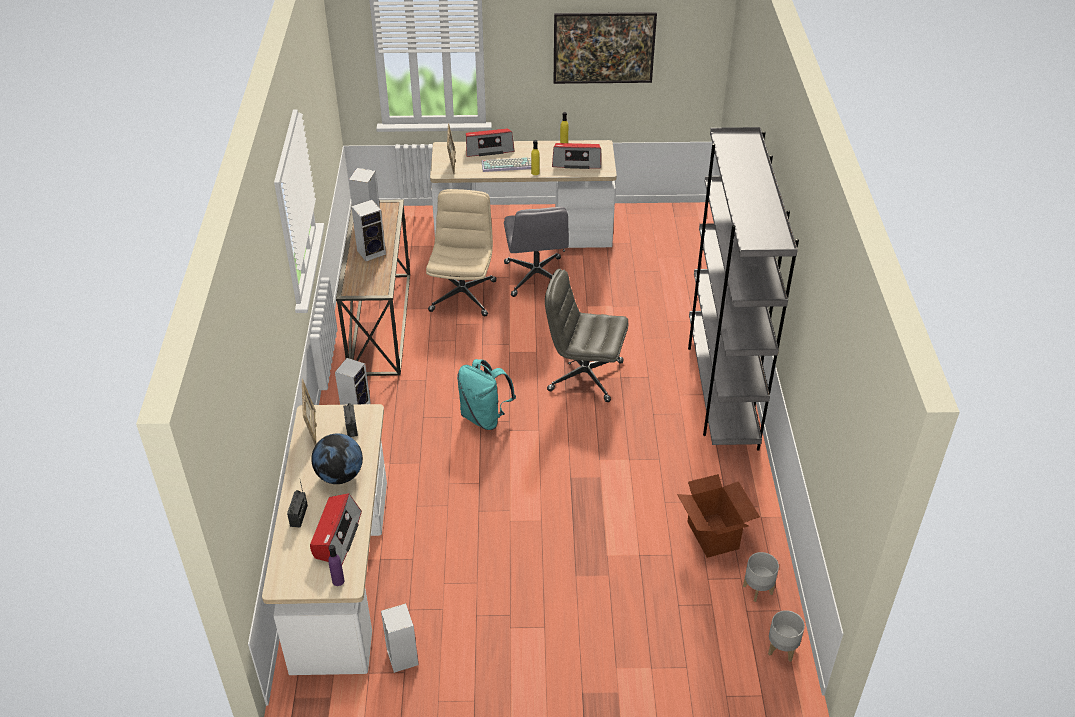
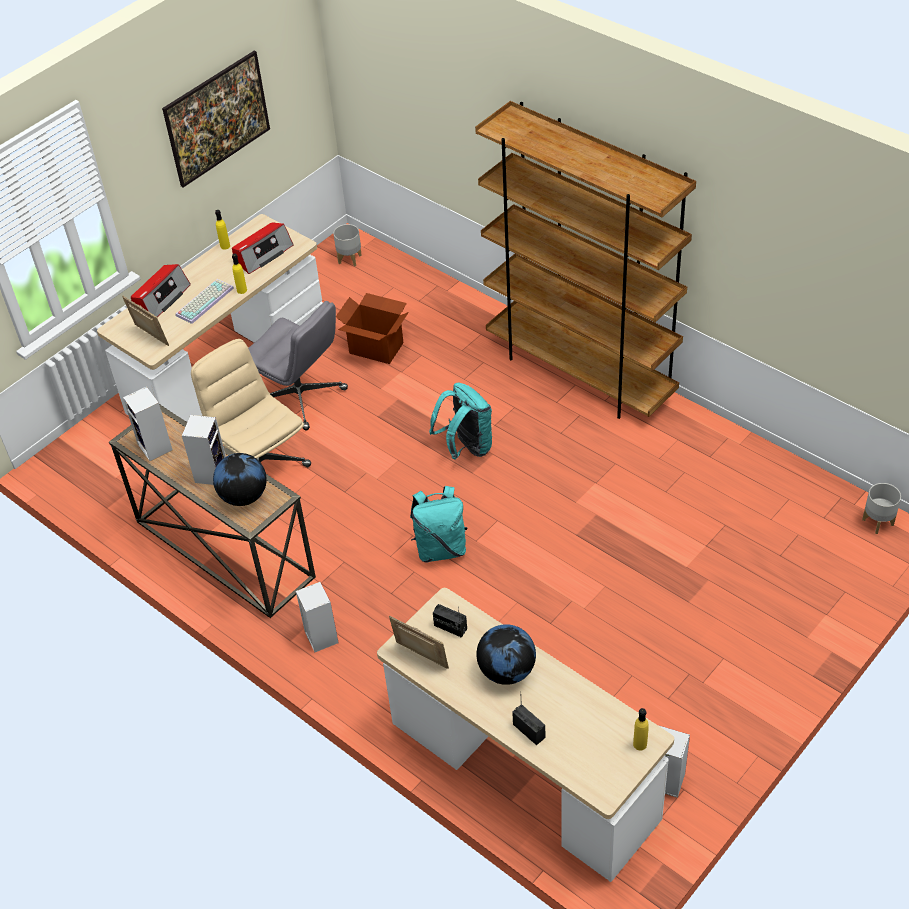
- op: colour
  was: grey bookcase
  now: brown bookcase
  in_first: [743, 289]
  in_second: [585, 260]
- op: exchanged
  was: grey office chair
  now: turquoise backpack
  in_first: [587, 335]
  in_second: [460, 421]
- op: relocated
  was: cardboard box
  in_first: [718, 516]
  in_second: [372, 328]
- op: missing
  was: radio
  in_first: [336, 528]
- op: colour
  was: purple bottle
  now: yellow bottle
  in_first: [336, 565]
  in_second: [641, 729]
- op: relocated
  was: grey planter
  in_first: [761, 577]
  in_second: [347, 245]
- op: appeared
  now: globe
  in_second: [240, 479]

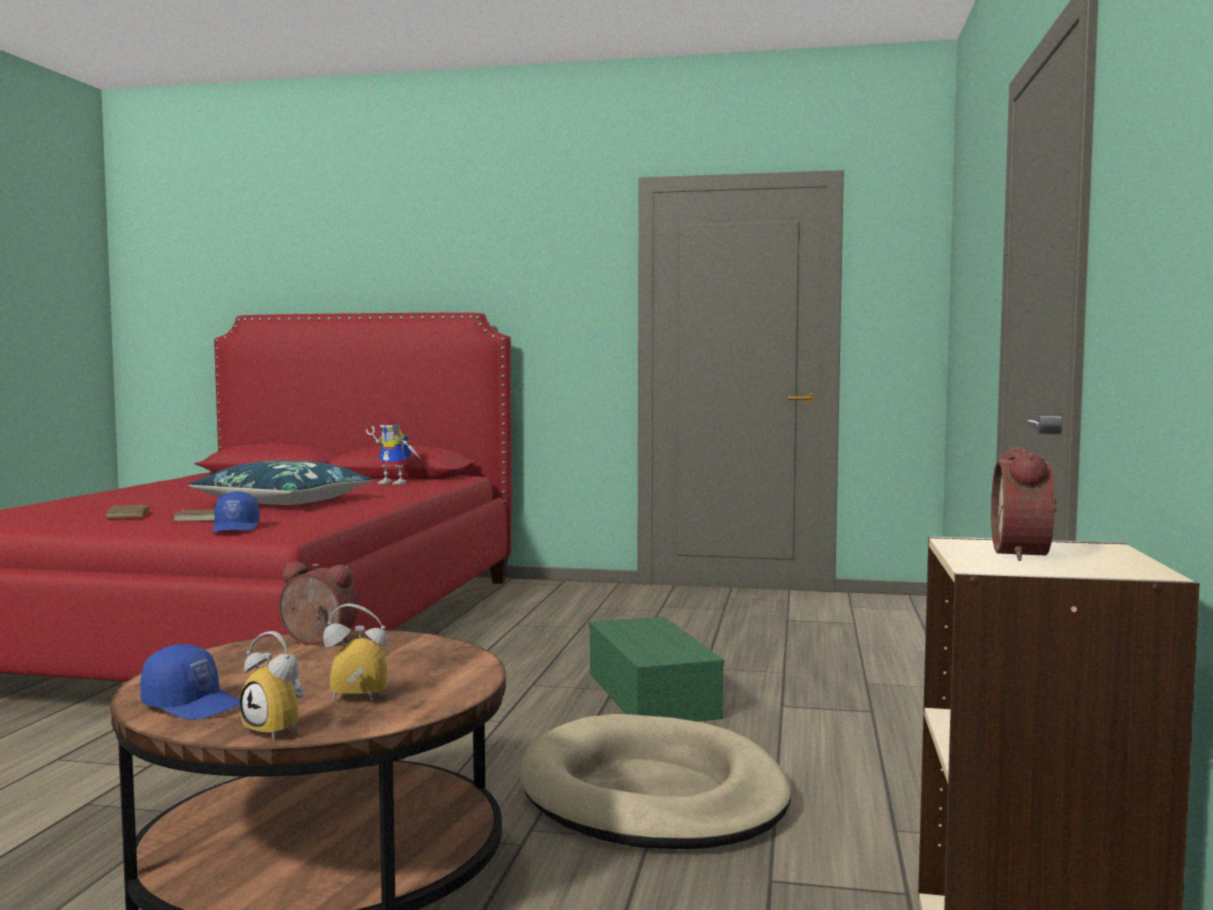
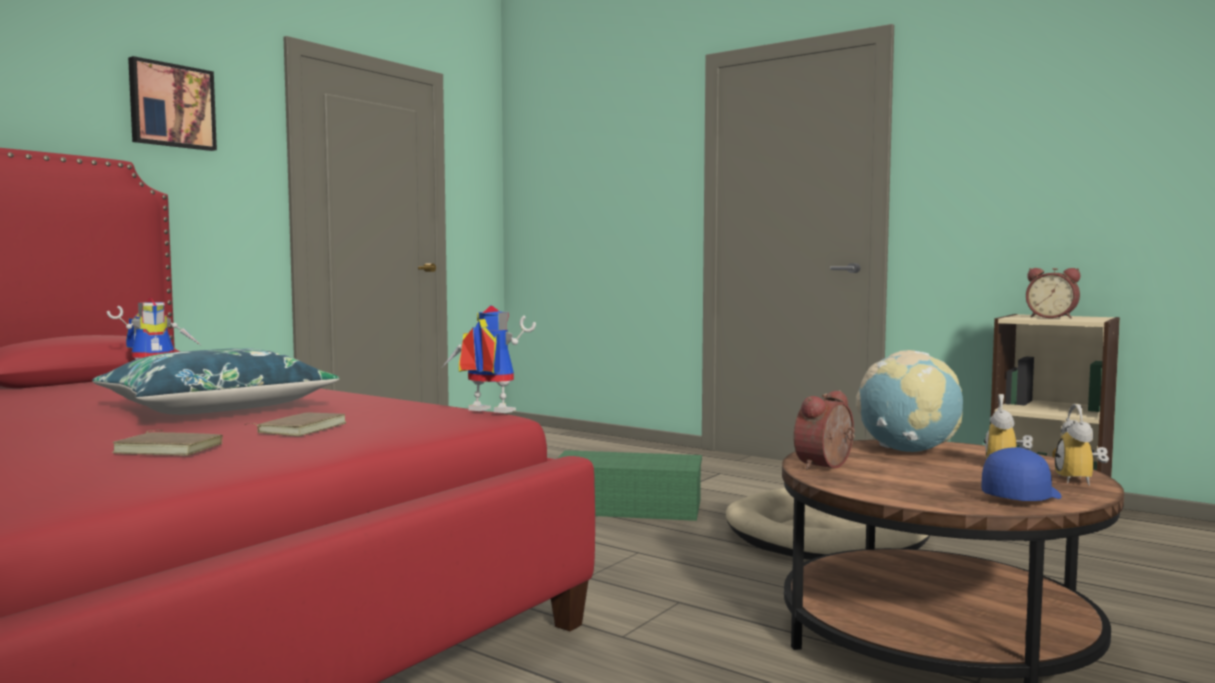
- op: missing
  was: blue cap
  in_first: [236, 511]
- op: spun
  was: alarm clock
  in_first: [272, 685]
  in_second: [1082, 445]
  clockwise: 135
- op: appeared
  now: picture
  in_second: [172, 103]
- op: appeared
  now: toy robot
  in_second: [489, 359]
- op: appeared
  now: globe
  in_second: [909, 401]

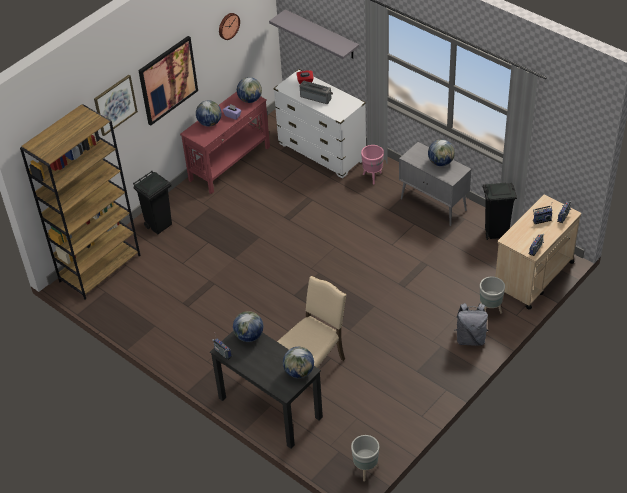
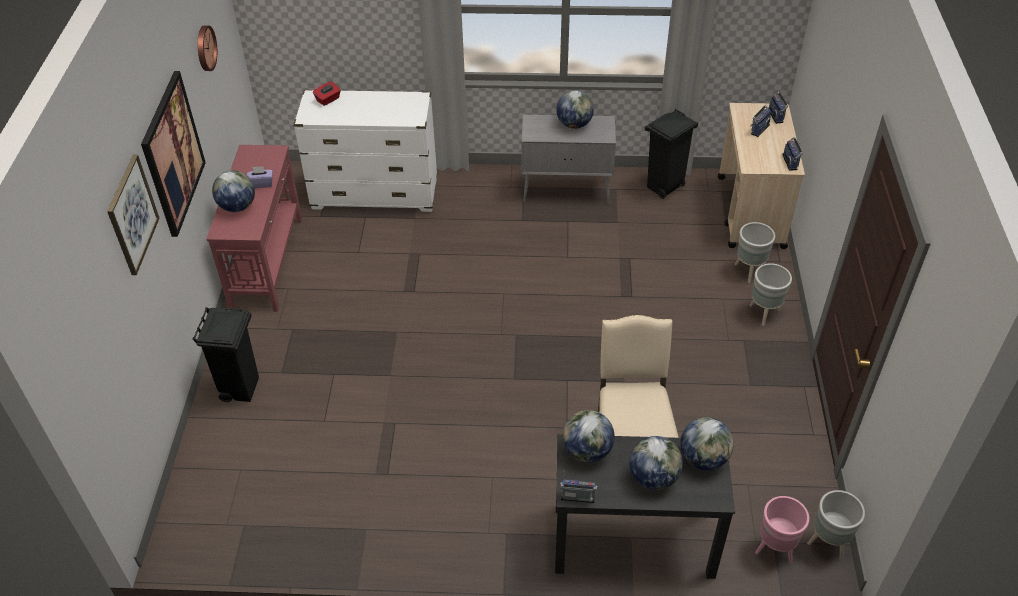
- op: missing
  was: grey shelf
  in_first: [314, 34]
- op: relocated
  was: globe
  in_first: [249, 90]
  in_second: [656, 463]
- op: missing
  was: radio
  in_first: [316, 92]
- op: missing
  was: brown bookcase
  in_first: [80, 202]
- op: relocated
  was: pink planter
  in_first: [372, 165]
  in_second: [782, 530]
- op: exchanged
  was: grey backpack
  now: grey planter
  in_first: [471, 324]
  in_second: [771, 294]

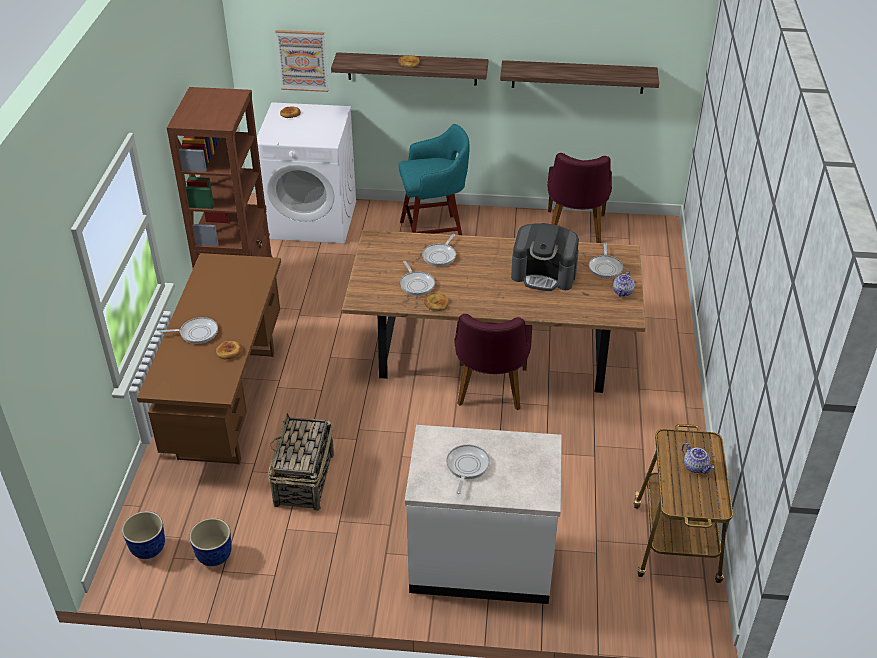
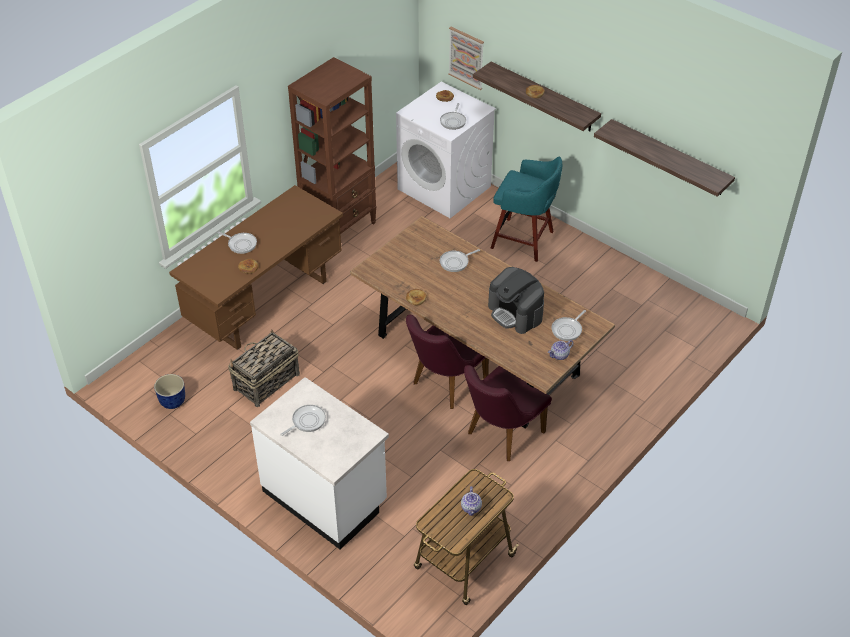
- op: relocated
  was: purple chair
  in_first: [579, 198]
  in_second: [508, 413]
- op: relocated
  was: frying pan
  in_first: [417, 278]
  in_second: [453, 116]
- op: missing
  was: planter
  in_first: [143, 535]

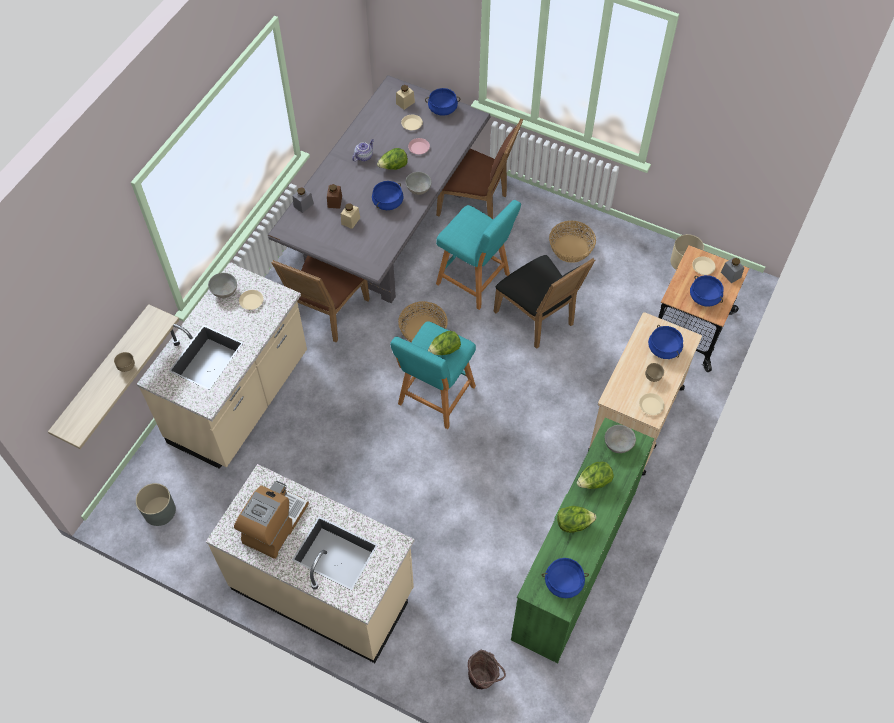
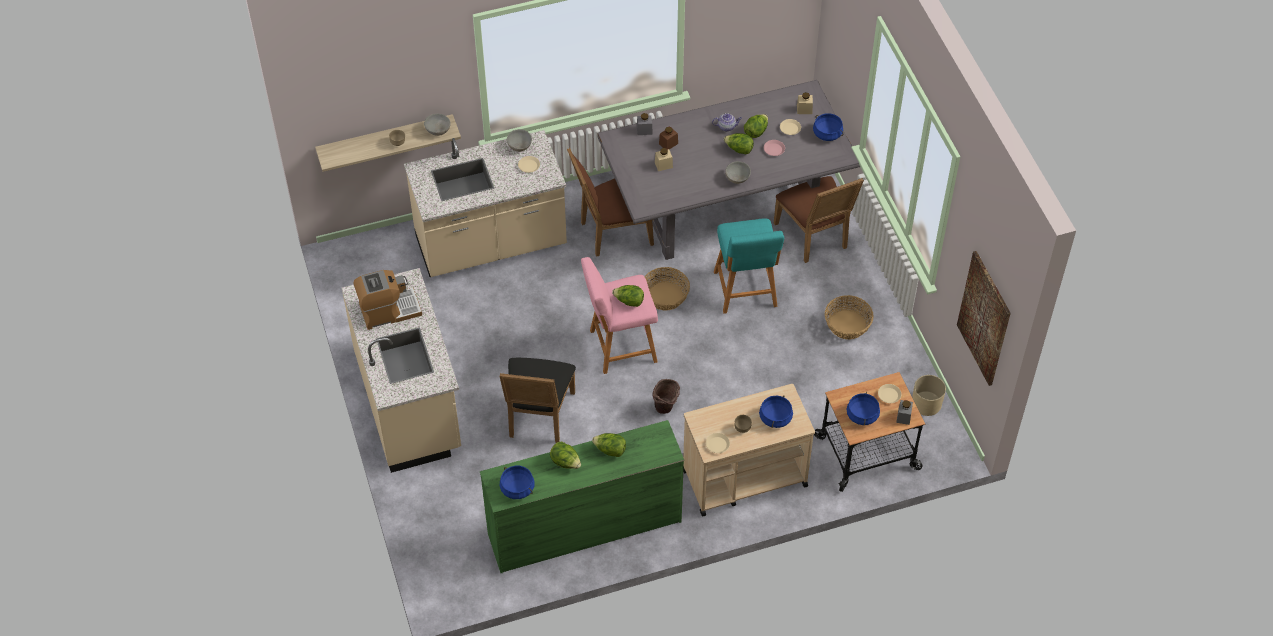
- op: missing
  was: blue cooking pot
  in_first: [388, 195]
- op: relocated
  was: black chair
  in_first: [544, 302]
  in_second: [537, 400]
- op: colour
  was: turquoise stool
  now: pink stool
  in_first: [433, 375]
  in_second: [619, 315]
- op: relocated
  was: grey bowl
  in_first: [620, 439]
  in_second: [437, 125]
- op: missing
  was: grey planter
  in_first: [156, 504]
- op: relocated
  was: brown bucket
  in_first: [487, 669]
  in_second: [666, 396]
- op: appeared
  now: lettuce
  in_second: [756, 126]
- op: appeared
  now: picture
  in_second: [984, 318]

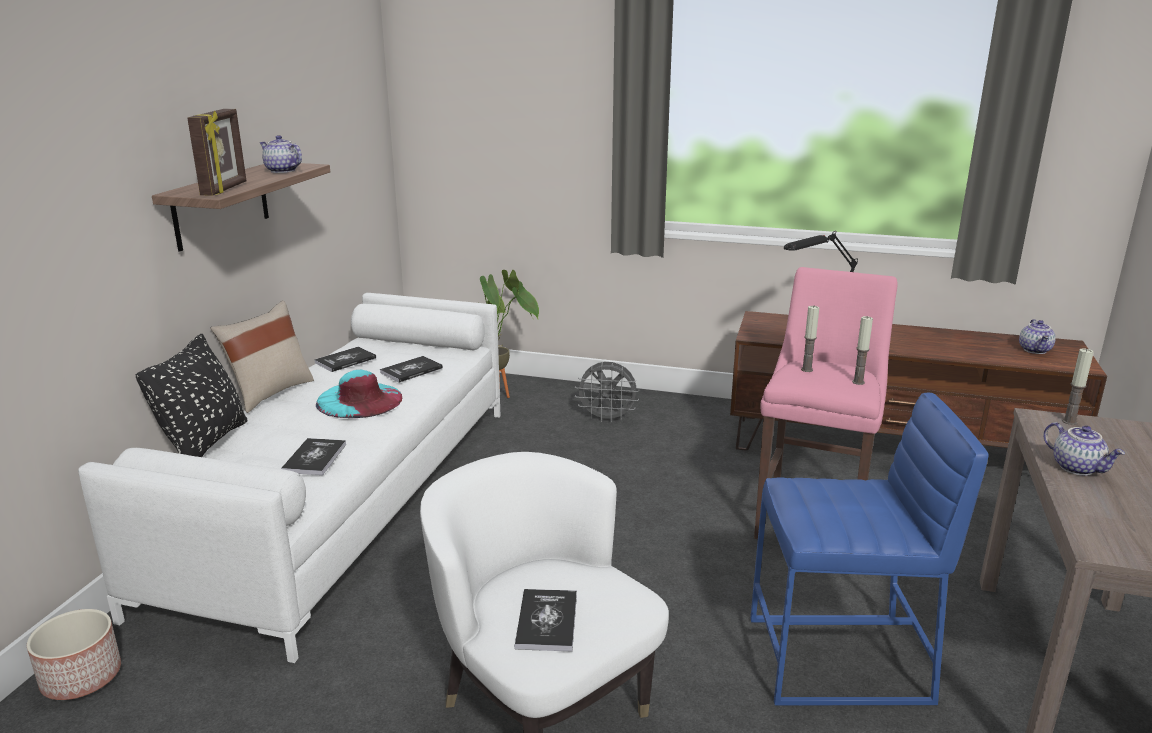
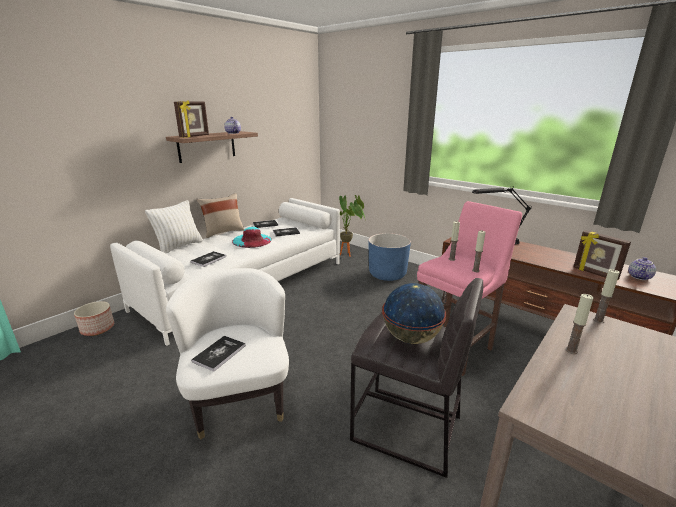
- op: colour
  was: black pillow
  now: white pillow
  in_first: [191, 395]
  in_second: [174, 227]
- op: exchanged
  was: grey fan
  now: blue planter
  in_first: [607, 392]
  in_second: [390, 257]
- op: colour
  was: blue stool
  now: grey stool
  in_first: [869, 549]
  in_second: [416, 378]
- op: exchanged
  was: teapot
  now: candle
  in_first: [1084, 449]
  in_second: [579, 324]
- op: appeared
  now: picture frame
  in_second: [602, 255]
- op: appeared
  now: globe
  in_second: [414, 313]

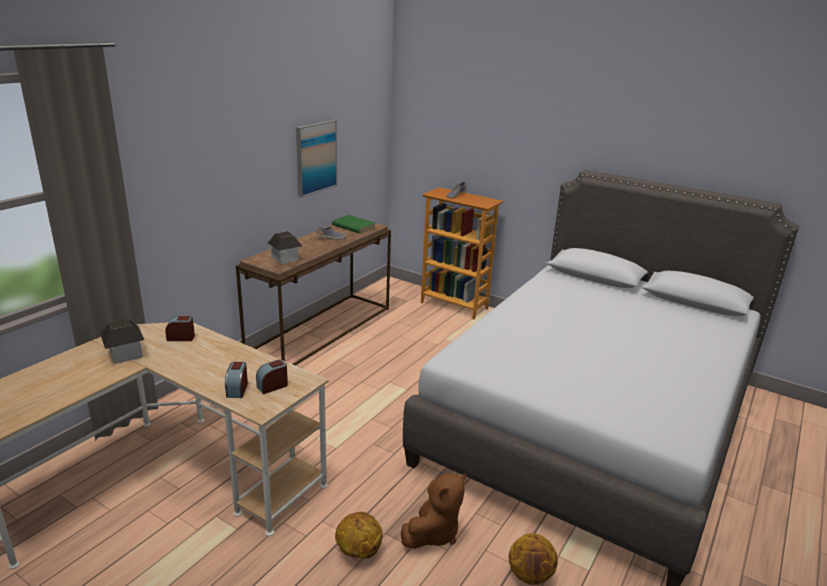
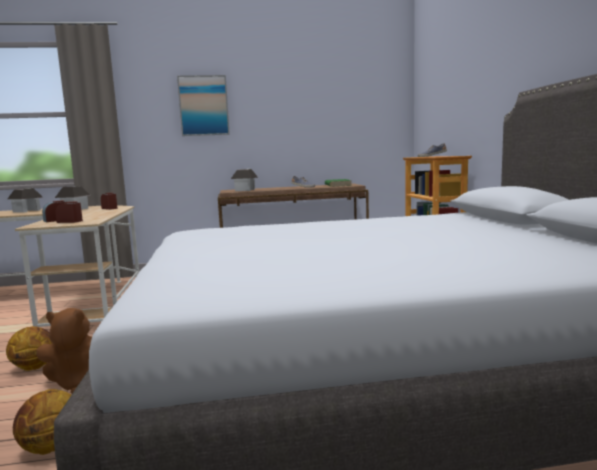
- op: relocated
  was: picture
  in_first: [316, 158]
  in_second: [203, 105]
- op: appeared
  now: toy house
  in_second: [25, 200]

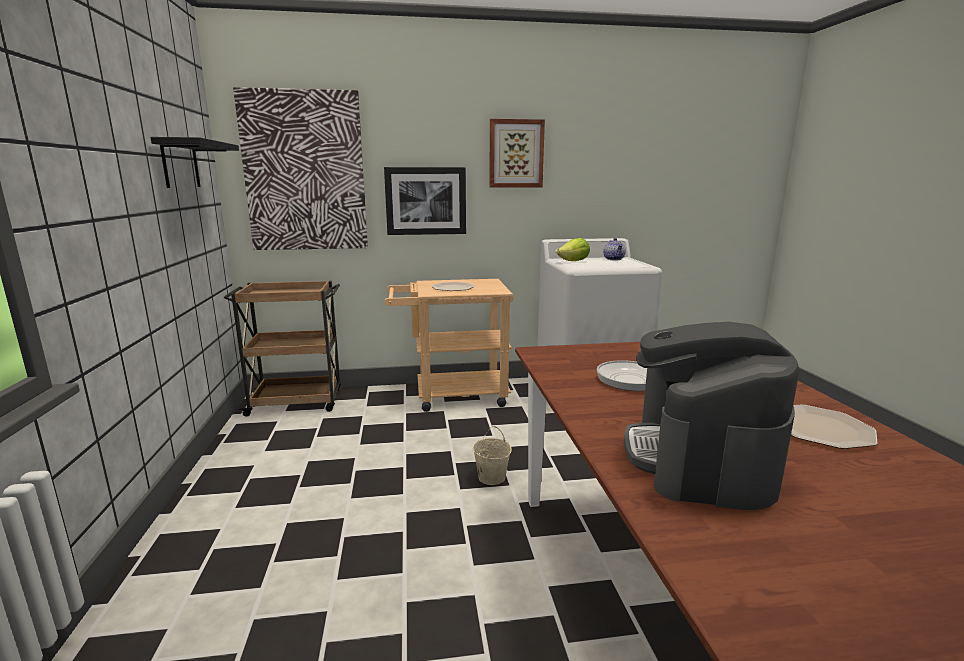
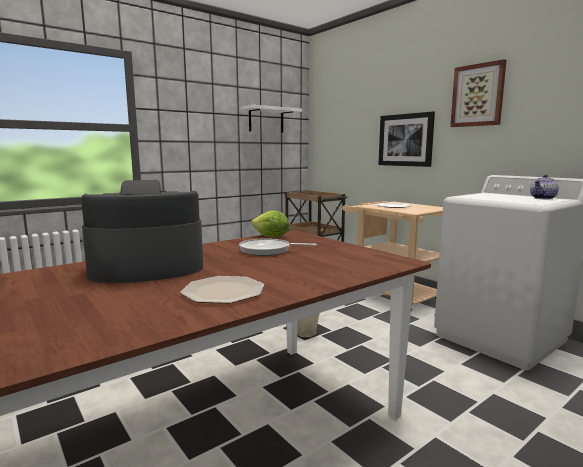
- op: missing
  was: picture
  in_first: [300, 168]
- op: colour
  was: black shelf
  now: white shelf
  in_first: [194, 162]
  in_second: [271, 119]
- op: relocated
  was: lettuce
  in_first: [573, 249]
  in_second: [270, 223]

